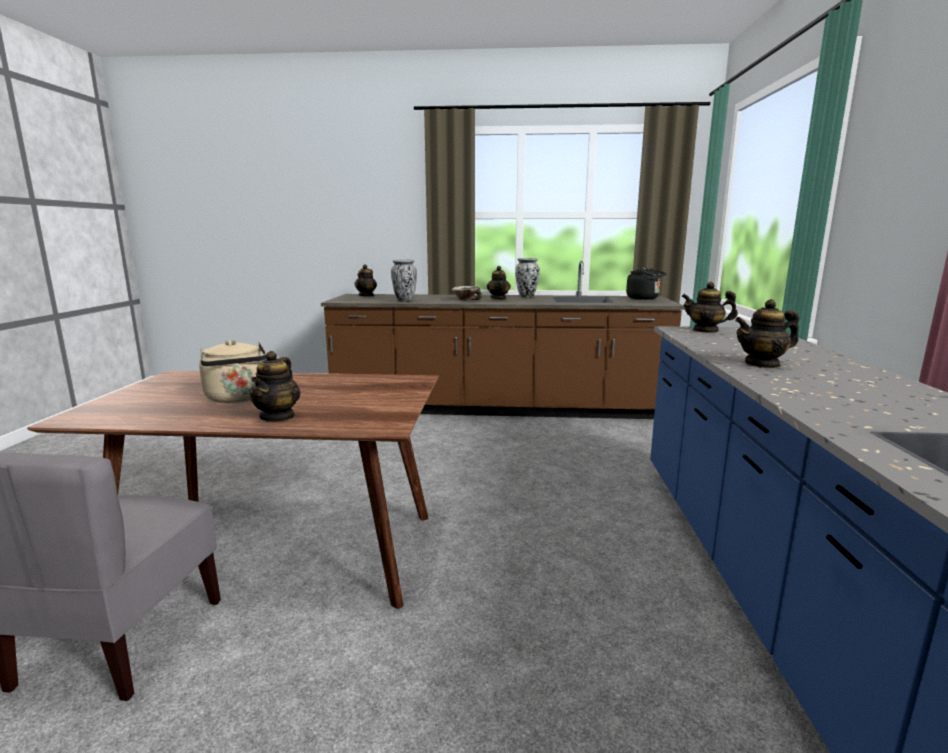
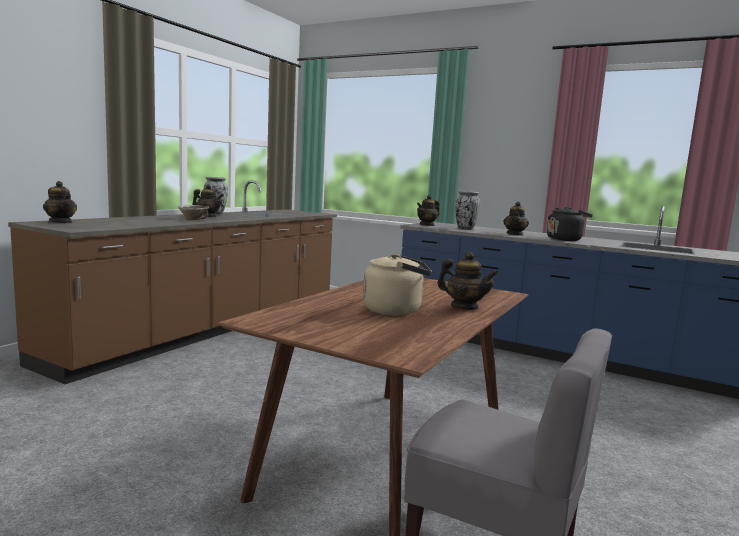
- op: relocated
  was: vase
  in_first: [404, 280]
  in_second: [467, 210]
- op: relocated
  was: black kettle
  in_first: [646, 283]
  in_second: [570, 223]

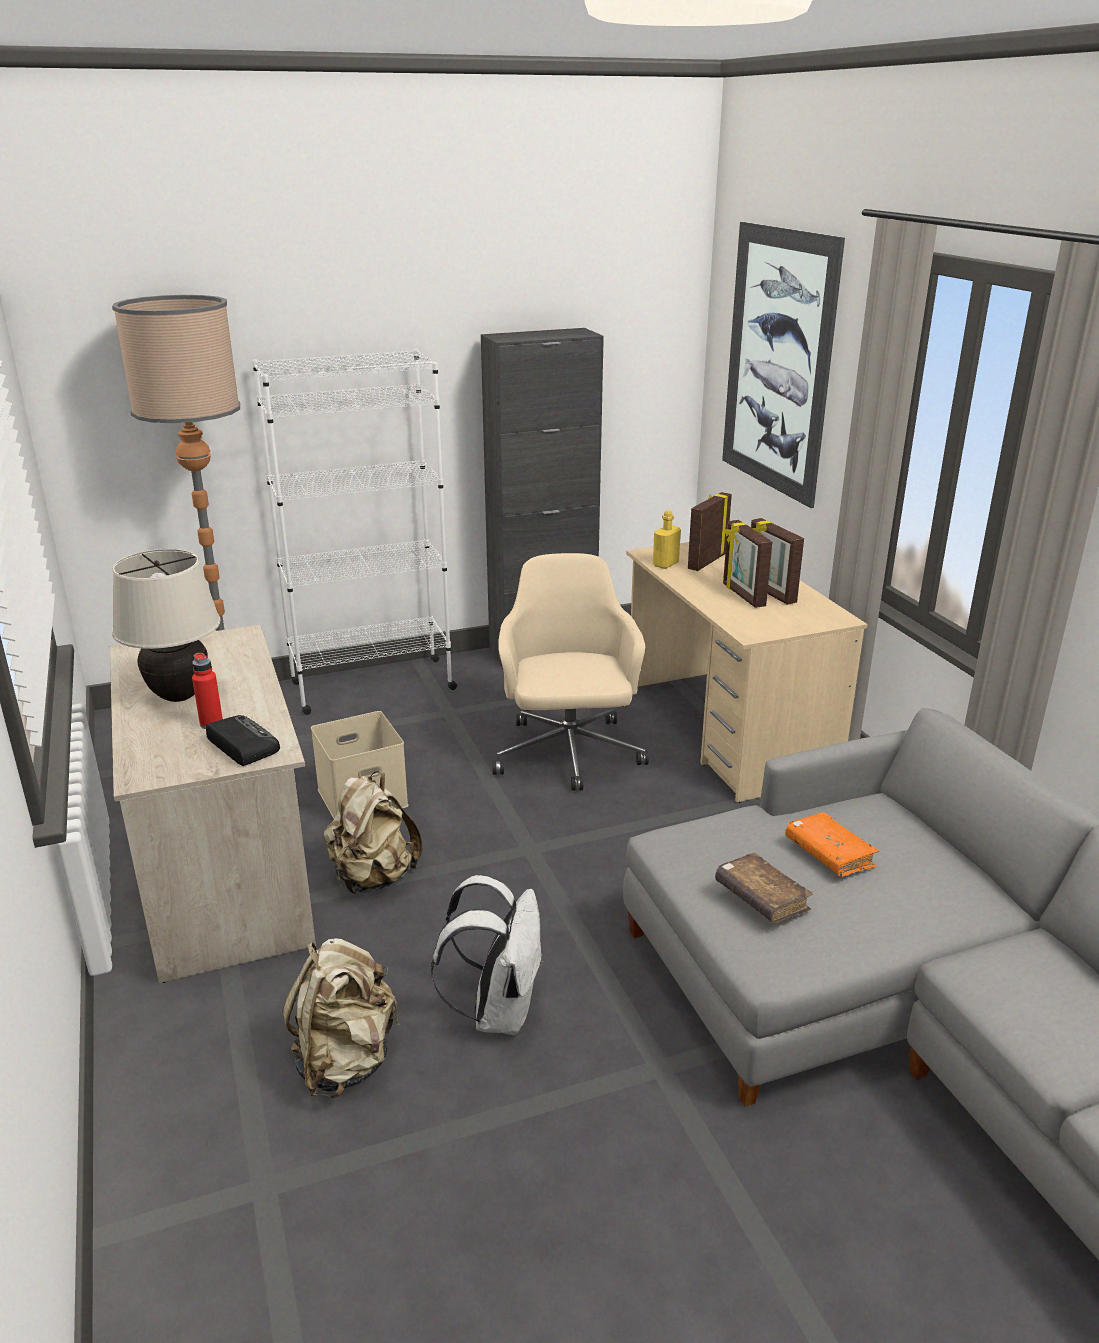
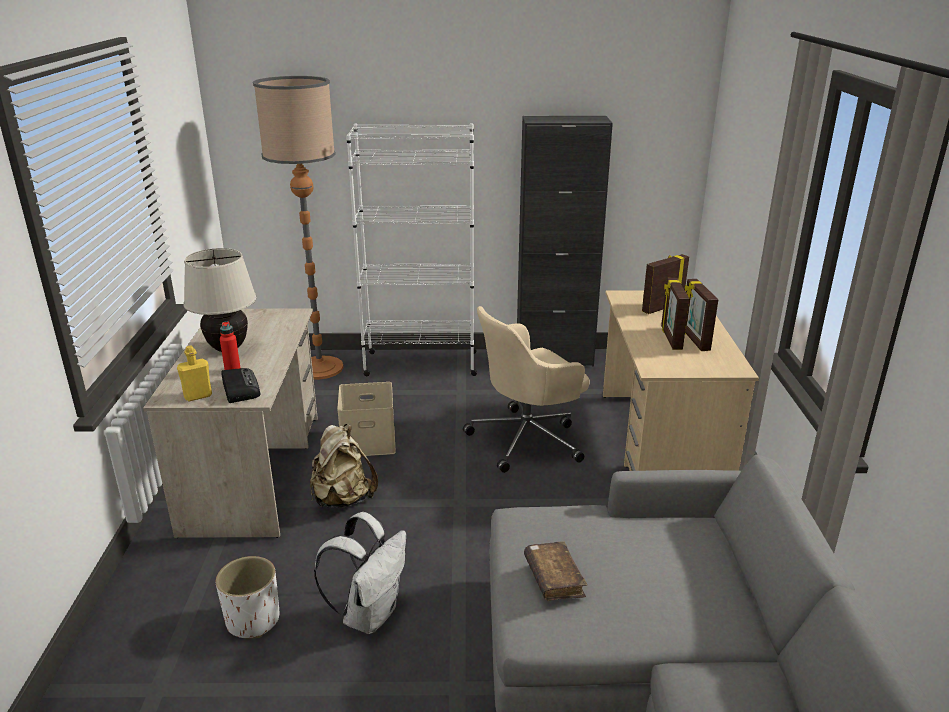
- op: missing
  was: picture
  in_first: [783, 365]
- op: relocated
  was: yellow bottle
  in_first: [667, 539]
  in_second: [194, 373]
- op: spun
  was: beige office chair
  in_first: [570, 672]
  in_second: [526, 389]
  clockwise: -135
- op: missing
  was: orange book
  in_first: [832, 844]
- op: exchanged
  was: beige backpack
  now: white planter
  in_first: [341, 1018]
  in_second: [247, 597]

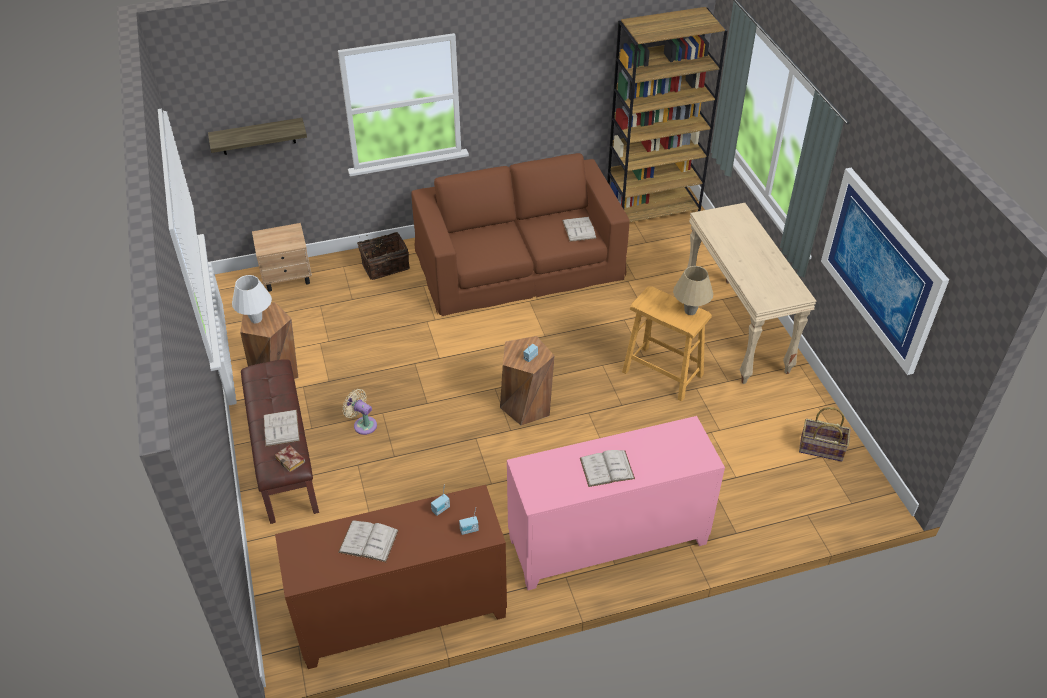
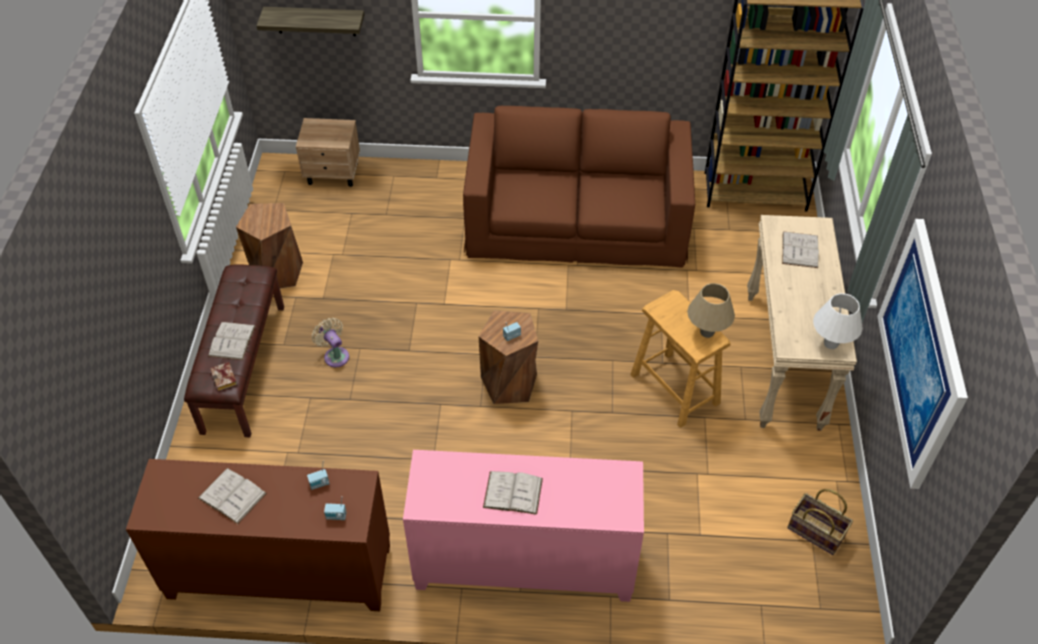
- op: relocated
  was: white book
  in_first: [579, 229]
  in_second: [800, 249]
- op: missing
  was: basket
  in_first: [383, 256]
- op: relocated
  was: white table lamp
  in_first: [252, 299]
  in_second: [838, 321]

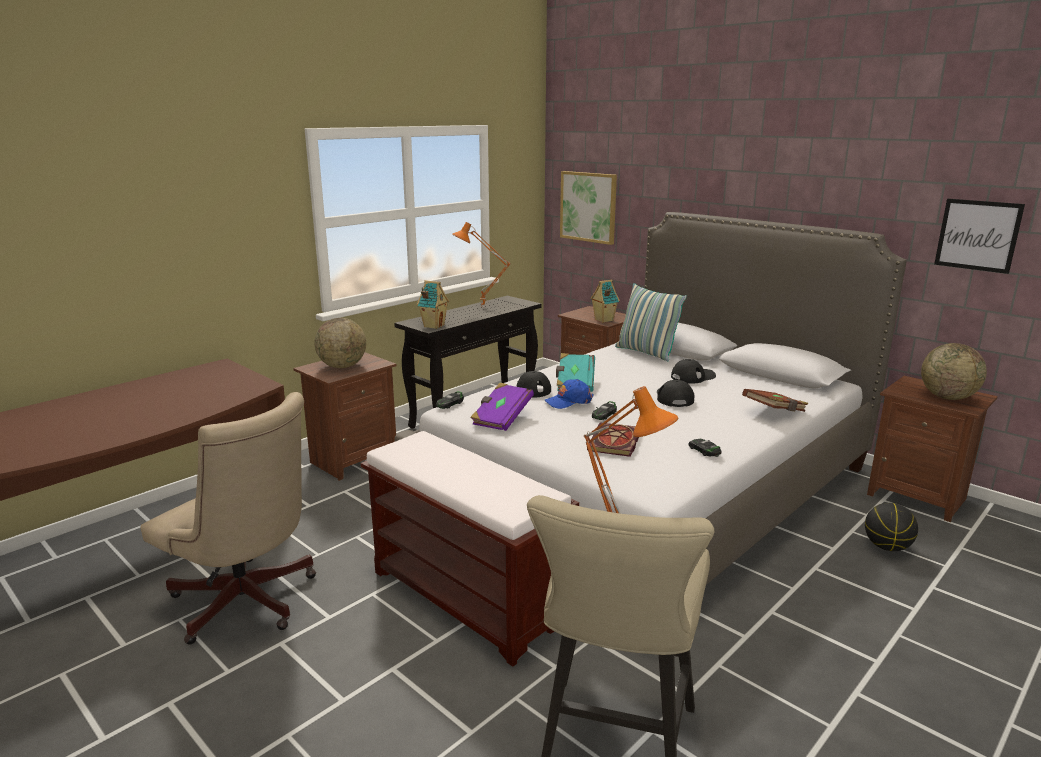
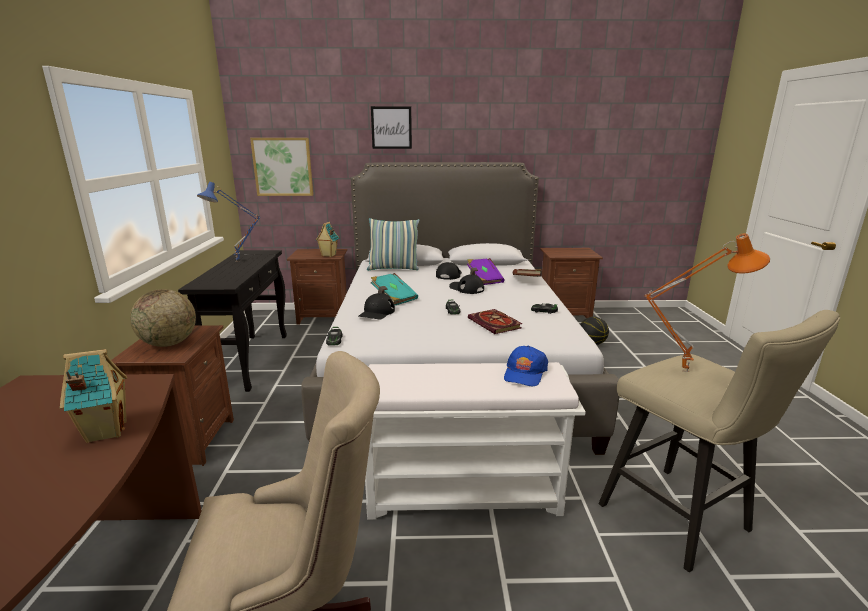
- op: relocated
  was: picture
  in_first: [979, 236]
  in_second: [391, 127]
- op: colour
  was: orange table lamp
  now: blue table lamp
  in_first: [481, 263]
  in_second: [228, 222]
- op: relocated
  was: toy house
  in_first: [433, 304]
  in_second: [93, 396]
- op: missing
  was: globe
  in_first: [954, 371]
- op: relocated
  was: blue cap
  in_first: [569, 394]
  in_second: [526, 365]
- op: relocated
  was: purple book
  in_first: [502, 407]
  in_second: [485, 271]
- op: colour
  was: brown bench
  now: white bench
  in_first: [470, 549]
  in_second: [475, 441]

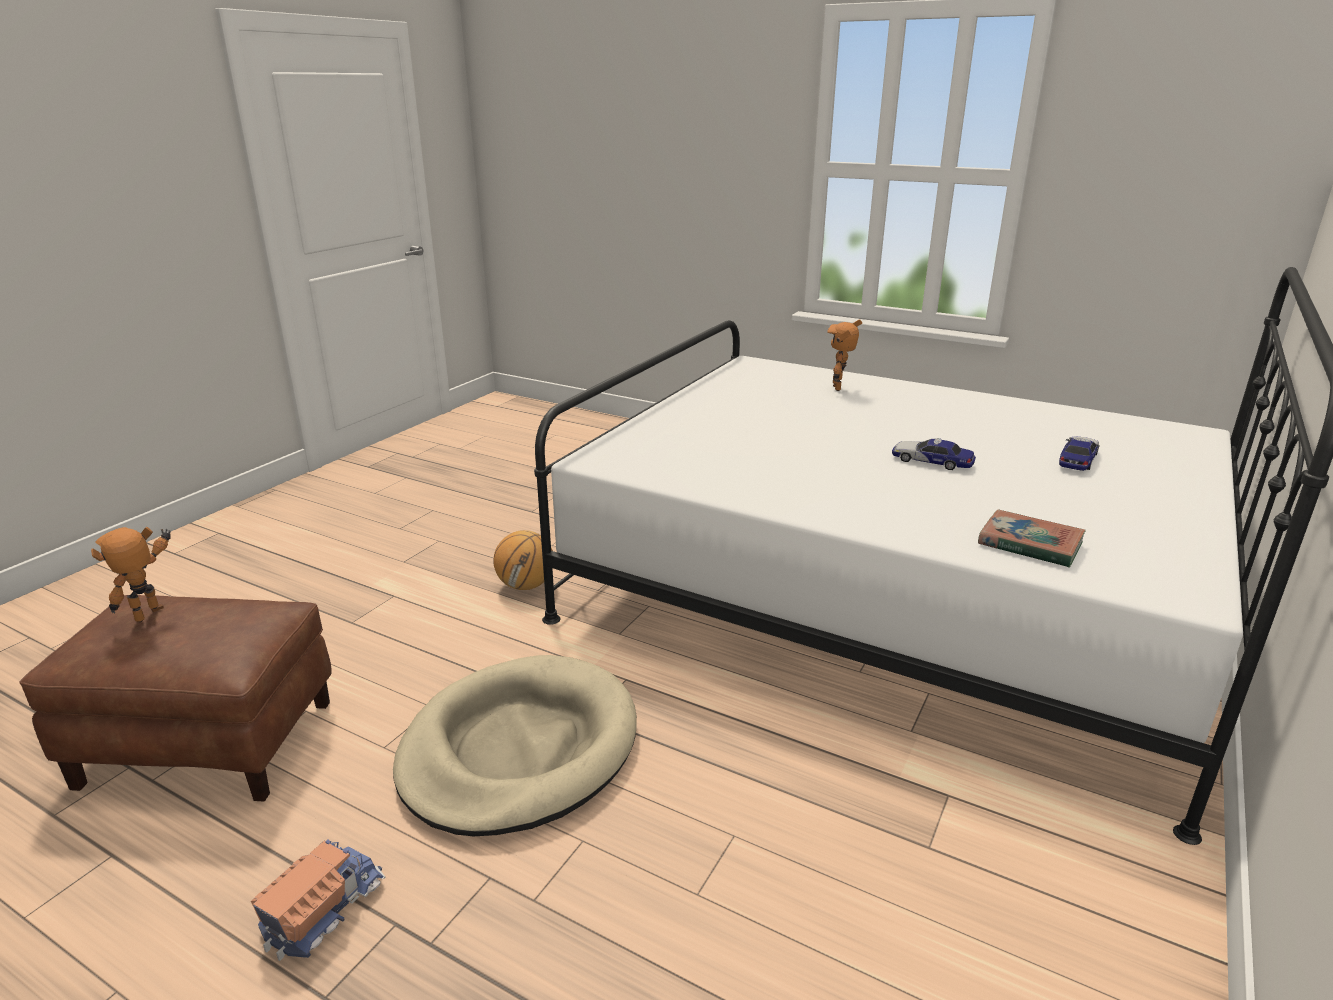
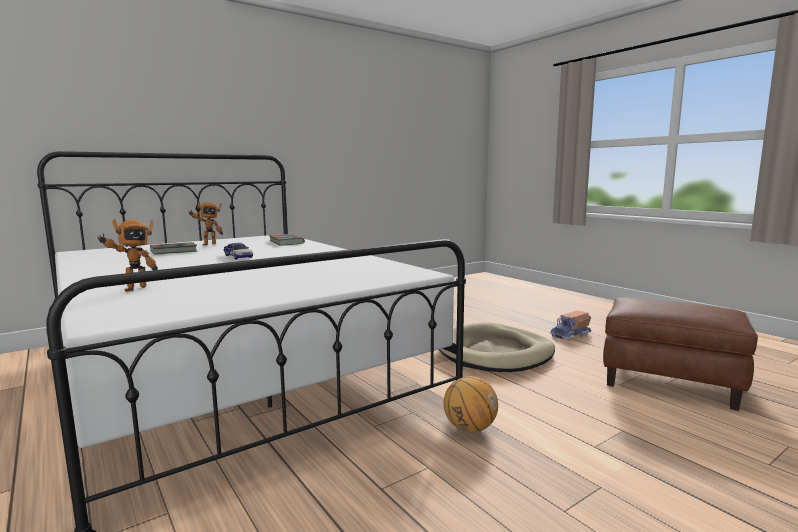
- op: exchanged
  was: toy car
  now: book
  in_first: [1079, 453]
  in_second: [173, 248]
- op: relocated
  was: toy robot
  in_first: [131, 574]
  in_second: [205, 223]

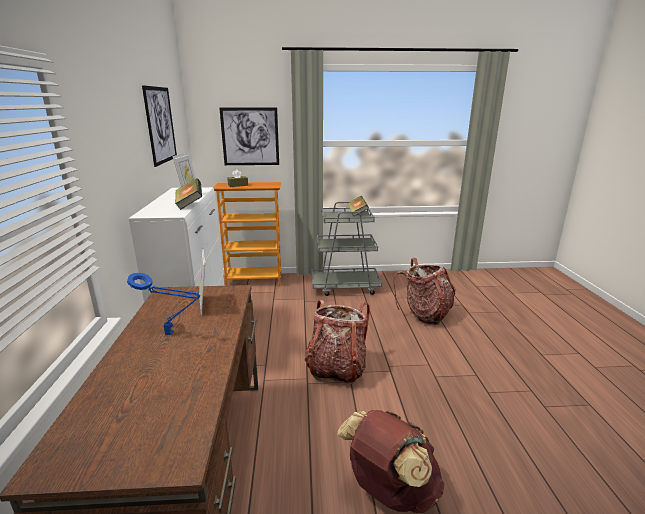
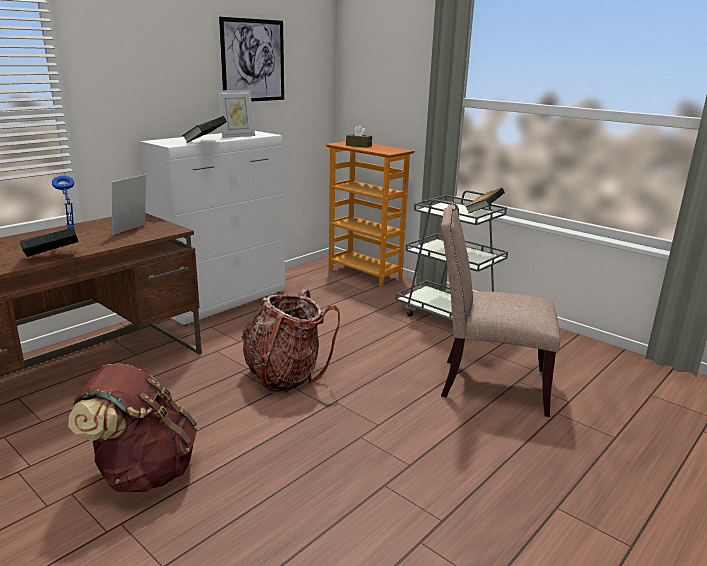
- op: missing
  was: picture
  in_first: [249, 136]
- op: exchanged
  was: backpack
  now: beige chair
  in_first: [424, 291]
  in_second: [500, 310]
- op: appeared
  now: book
  in_second: [49, 242]

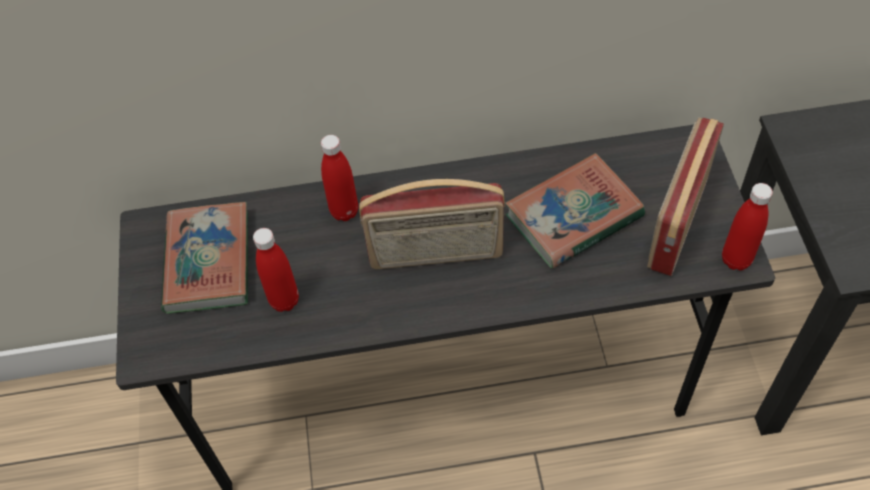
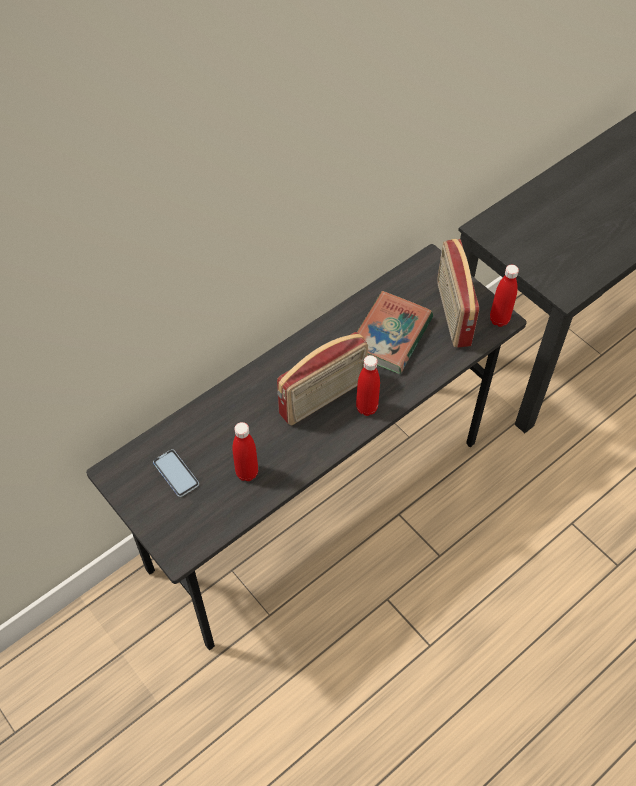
- op: relocated
  was: red bottle
  in_first: [339, 178]
  in_second: [368, 385]
- op: exchanged
  was: book
  now: phone
  in_first: [204, 258]
  in_second: [176, 473]

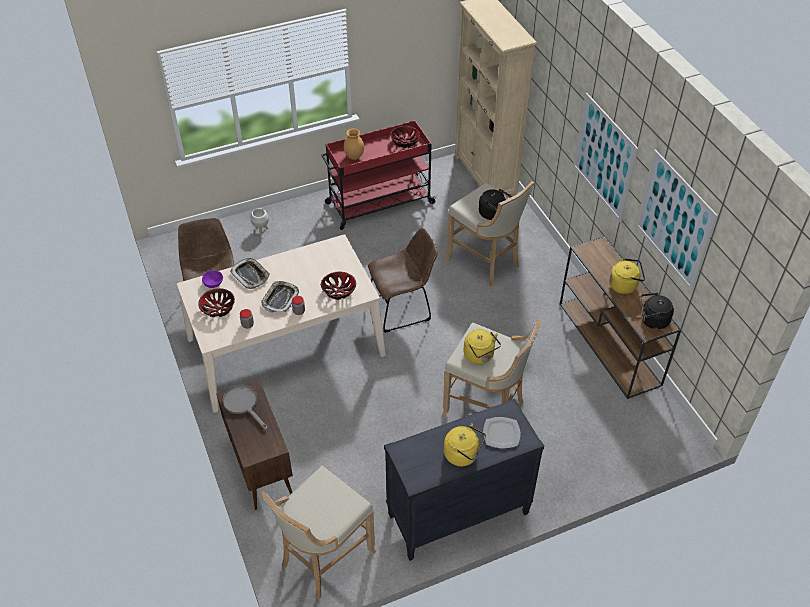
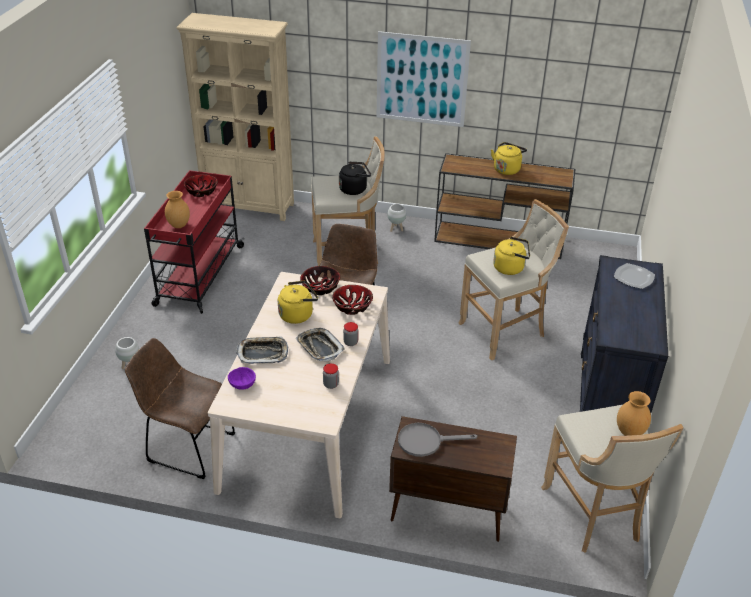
- op: missing
  was: picture
  in_first: [676, 220]
- op: relocated
  was: bowl
  in_first: [216, 302]
  in_second: [320, 280]
- op: missing
  was: black kettle
  in_first: [657, 311]
- op: relocated
  was: yellow kettle
  in_first: [465, 444]
  in_second: [298, 302]
- op: appeared
  now: white planter
  in_second: [396, 218]
- op: appeared
  now: brown vase
  in_second: [634, 413]

